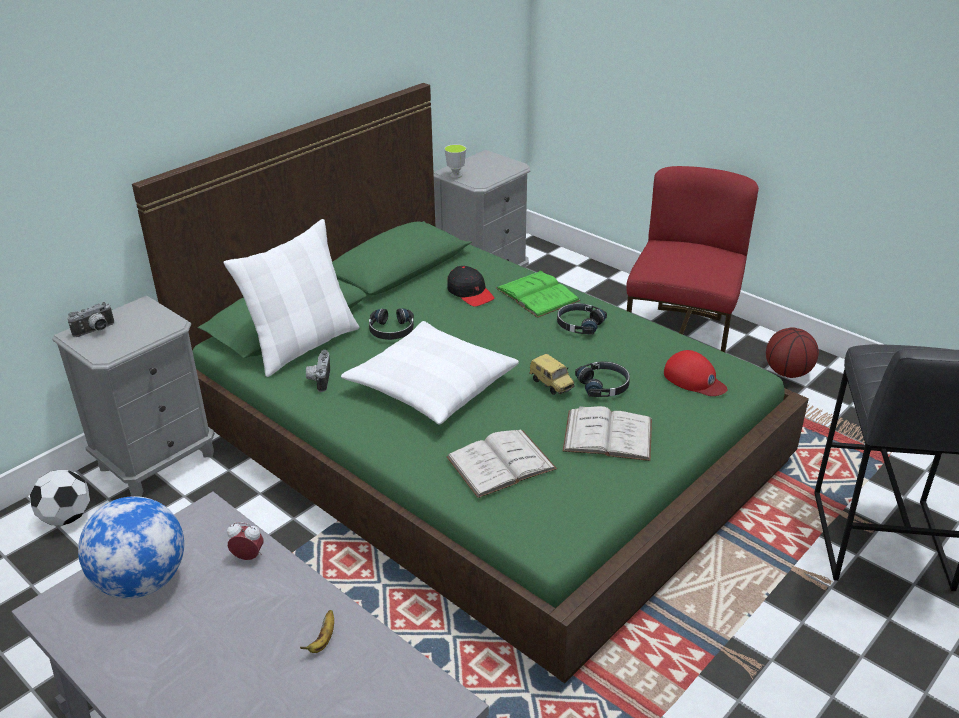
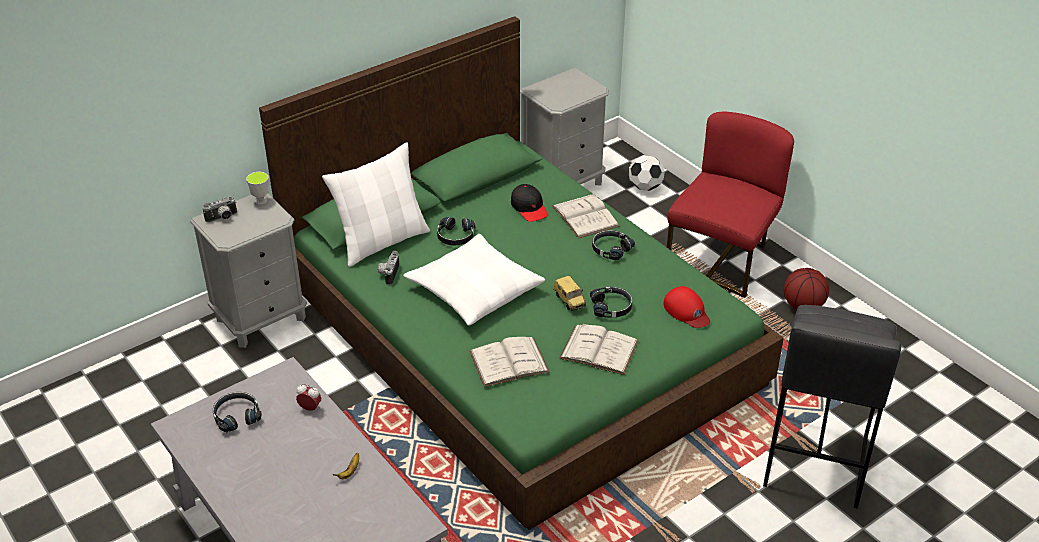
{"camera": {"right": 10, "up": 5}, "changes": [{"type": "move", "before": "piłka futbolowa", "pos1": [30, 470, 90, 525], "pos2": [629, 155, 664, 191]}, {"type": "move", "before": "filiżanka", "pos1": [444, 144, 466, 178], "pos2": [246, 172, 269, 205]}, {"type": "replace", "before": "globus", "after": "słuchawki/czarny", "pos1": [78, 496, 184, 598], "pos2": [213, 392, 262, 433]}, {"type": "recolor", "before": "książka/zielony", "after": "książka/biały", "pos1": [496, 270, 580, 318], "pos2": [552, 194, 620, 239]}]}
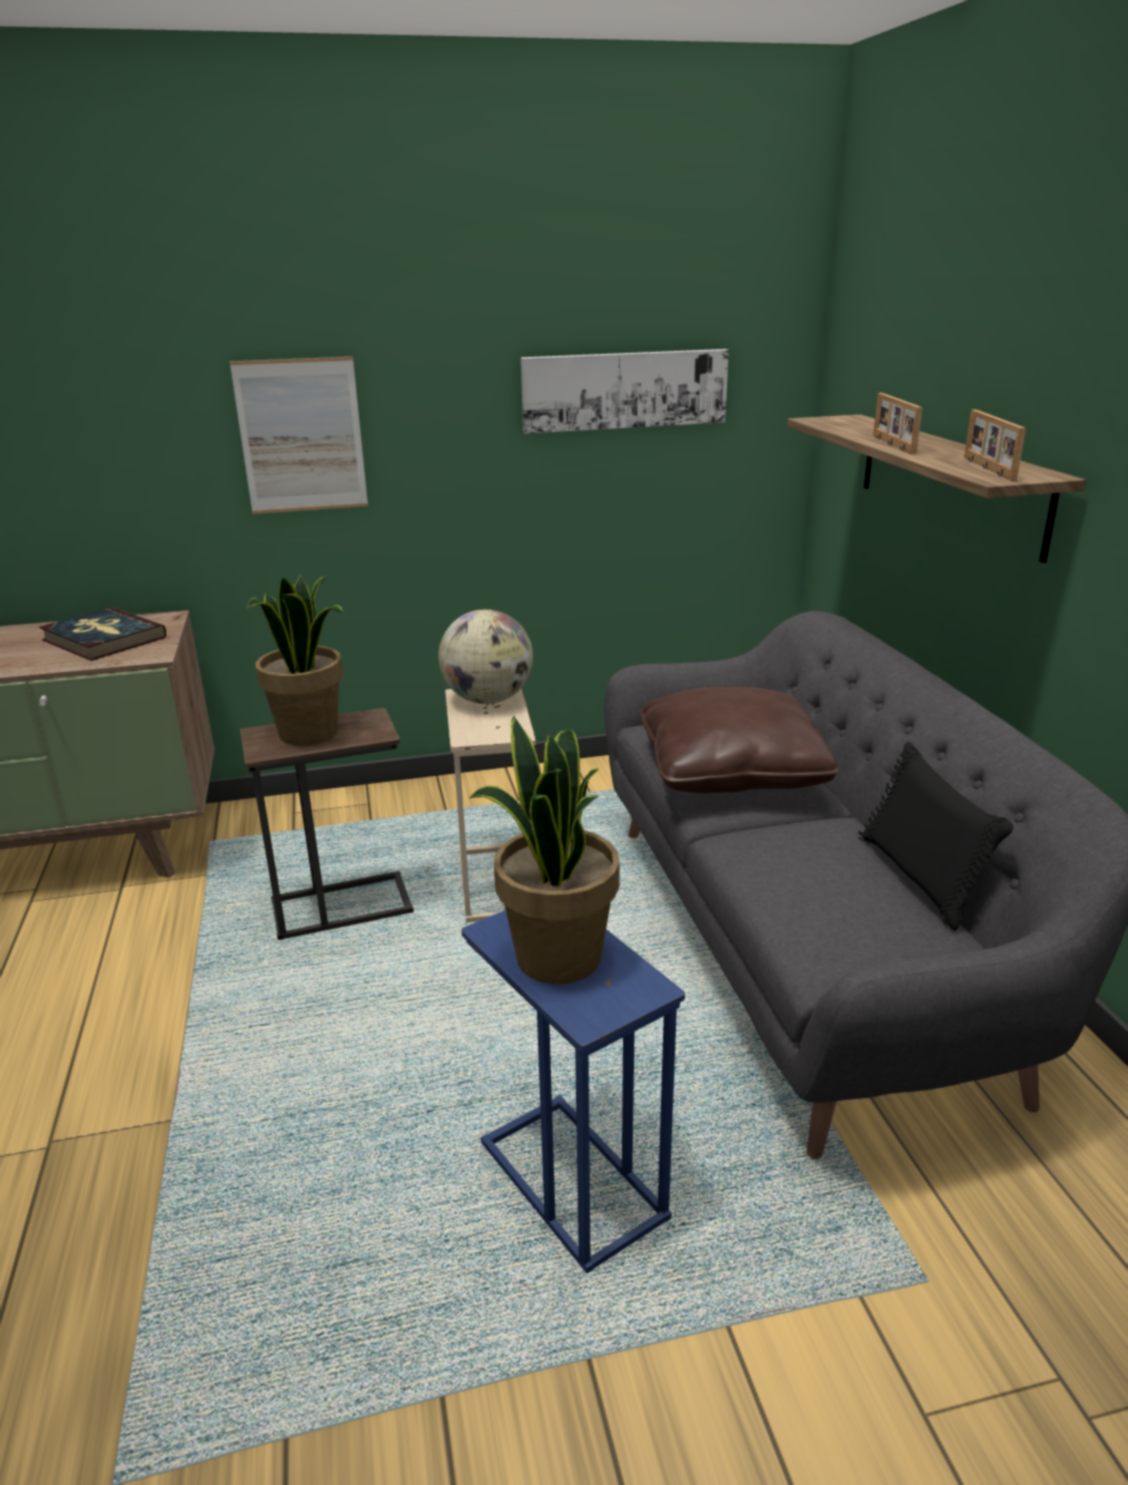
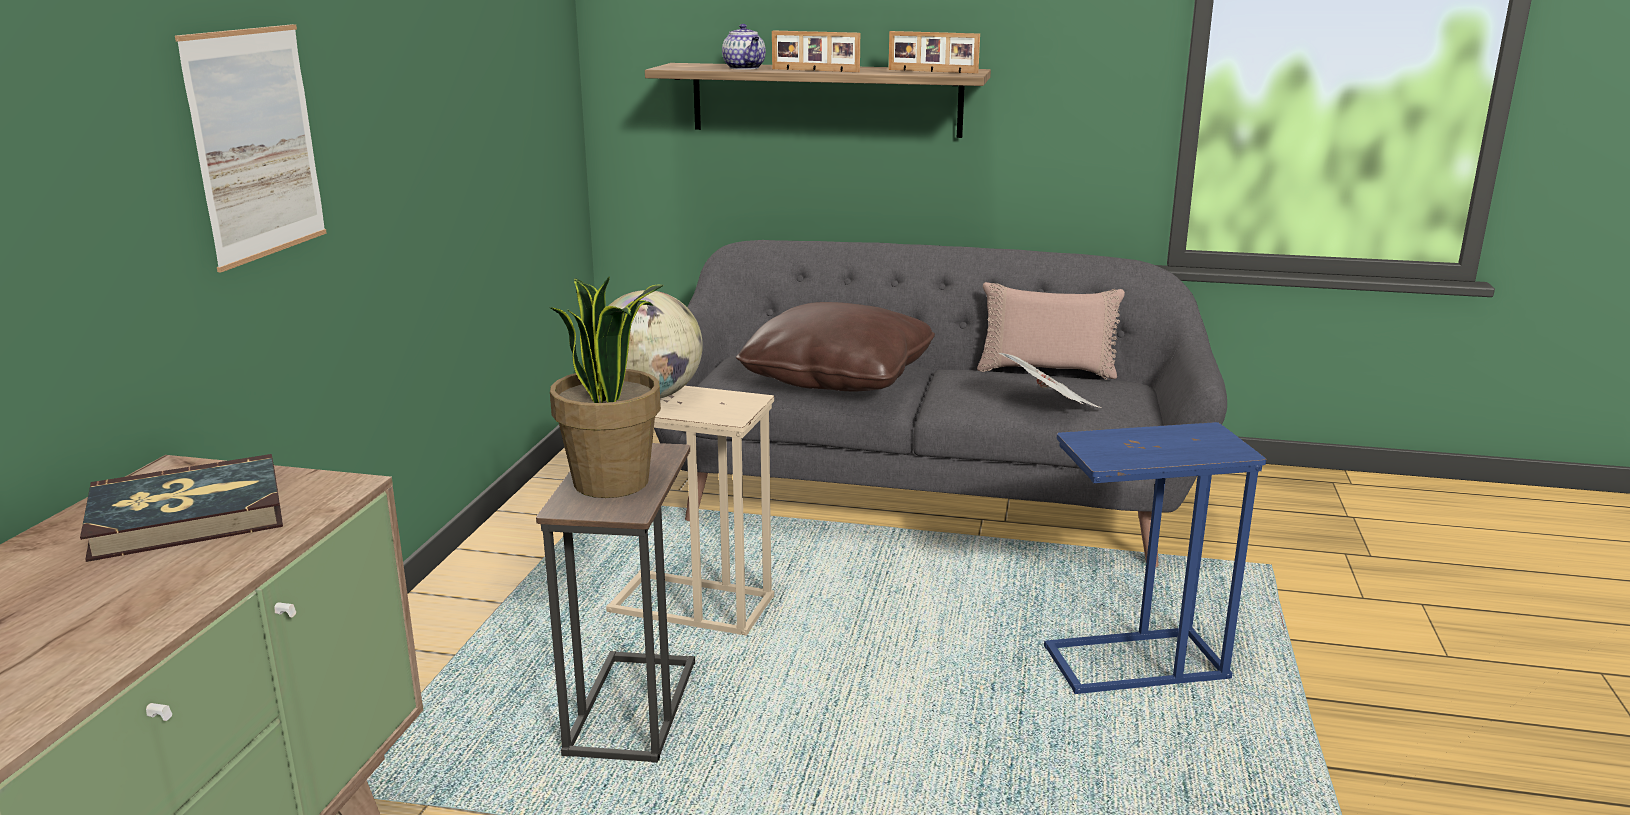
{"camera": {"right": -65, "up": -5}, "changes": [{"type": "delete", "before": "roślina doniczkowa", "pos1": [470, 716, 620, 984]}, {"type": "delete", "before": "obraz", "pos1": [521, 349, 729, 434]}, {"type": "insert", "after": "imbryk", "pos2": [722, 24, 766, 70]}, {"type": "insert", "after": "gazeta", "pos2": [998, 353, 1102, 408]}, {"type": "recolor", "before": "poduszka/czarny", "after": "poduszka/beżowy", "pos1": [858, 742, 1014, 930], "pos2": [977, 282, 1125, 380]}]}
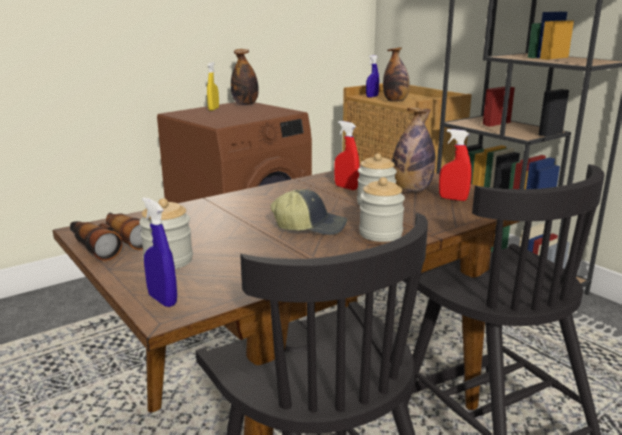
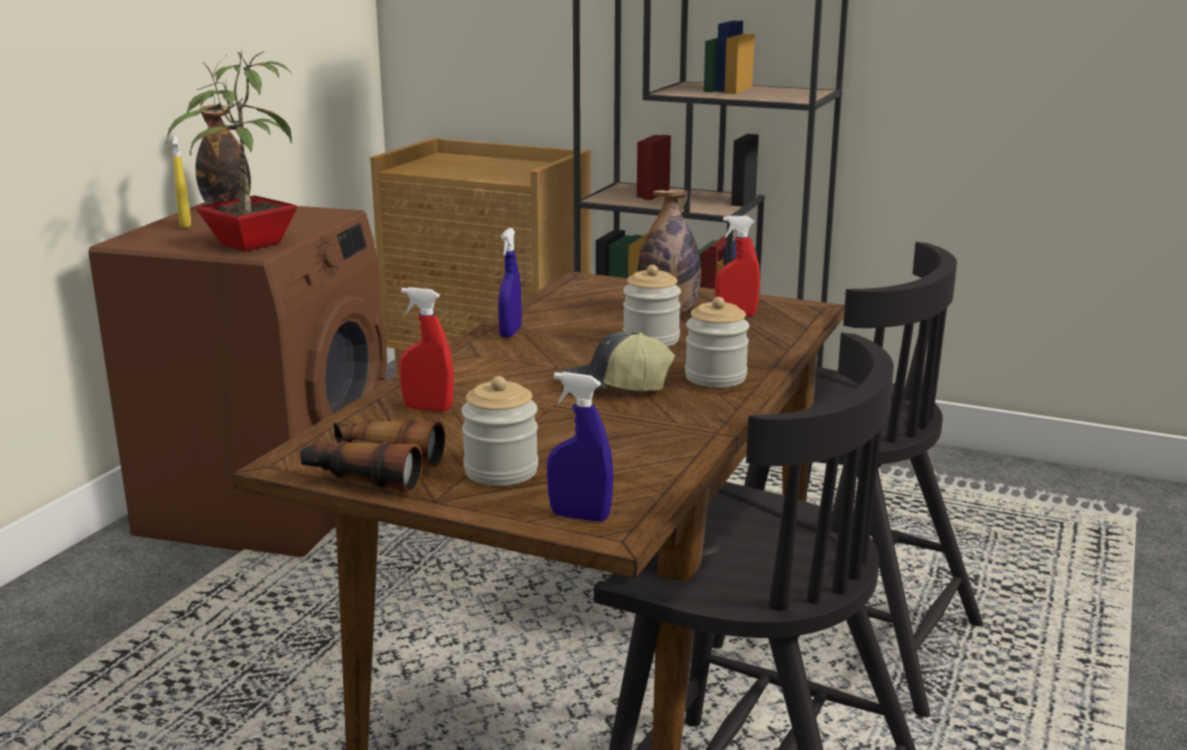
{"camera": {"right": -30, "up": 0}, "changes": [{"type": "delete", "before": "butelka", "pos1": [383, 47, 410, 102]}, {"type": "insert", "after": "roślina doniczkowa", "pos2": [166, 51, 297, 251]}, {"type": "move", "before": "spryskiwacz/czerwony", "pos1": [334, 121, 359, 190], "pos2": [399, 287, 454, 411]}, {"type": "move", "before": "spryskiwacz/niebieski", "pos1": [366, 55, 379, 97], "pos2": [498, 228, 522, 337]}, {"type": "rotate", "before": "czapka z daszkiem", "pos1": [270, 189, 347, 235], "pos2": [561, 331, 675, 391], "turn": -150}]}
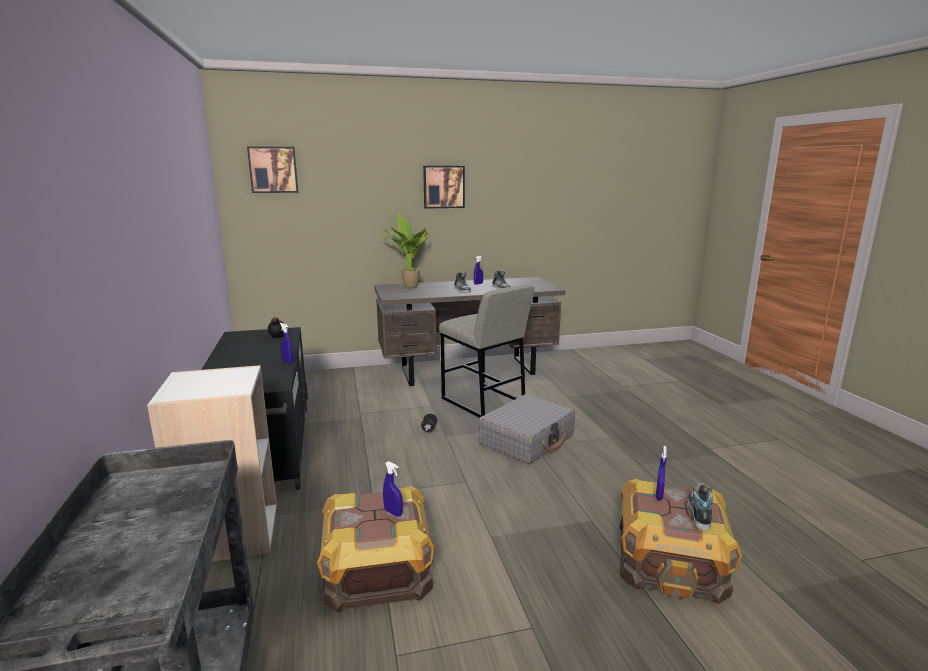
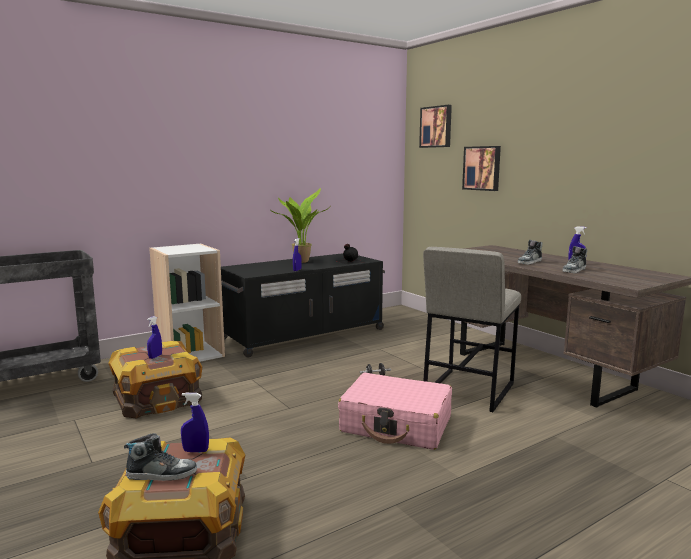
{"camera": {"right": 70, "up": -5}, "changes": [{"type": "move", "before": "roślina doniczkowa", "pos1": [379, 214, 430, 288], "pos2": [272, 188, 329, 263]}, {"type": "move", "before": "obraz", "pos1": [423, 166, 465, 209], "pos2": [462, 146, 501, 191]}, {"type": "recolor", "before": "walizka/szary", "after": "walizka/różowy", "pos1": [478, 394, 575, 464], "pos2": [338, 373, 452, 450]}]}
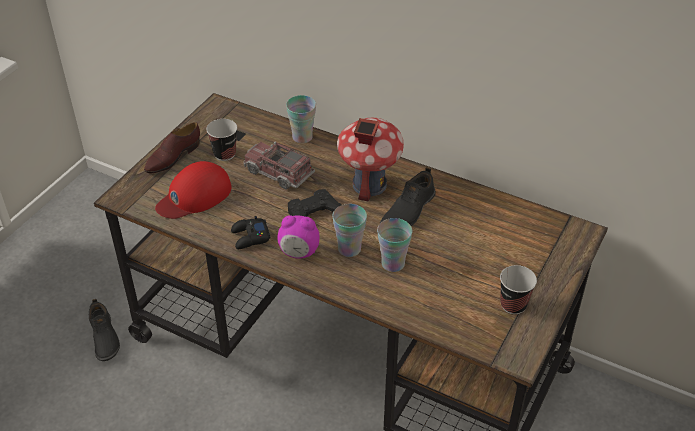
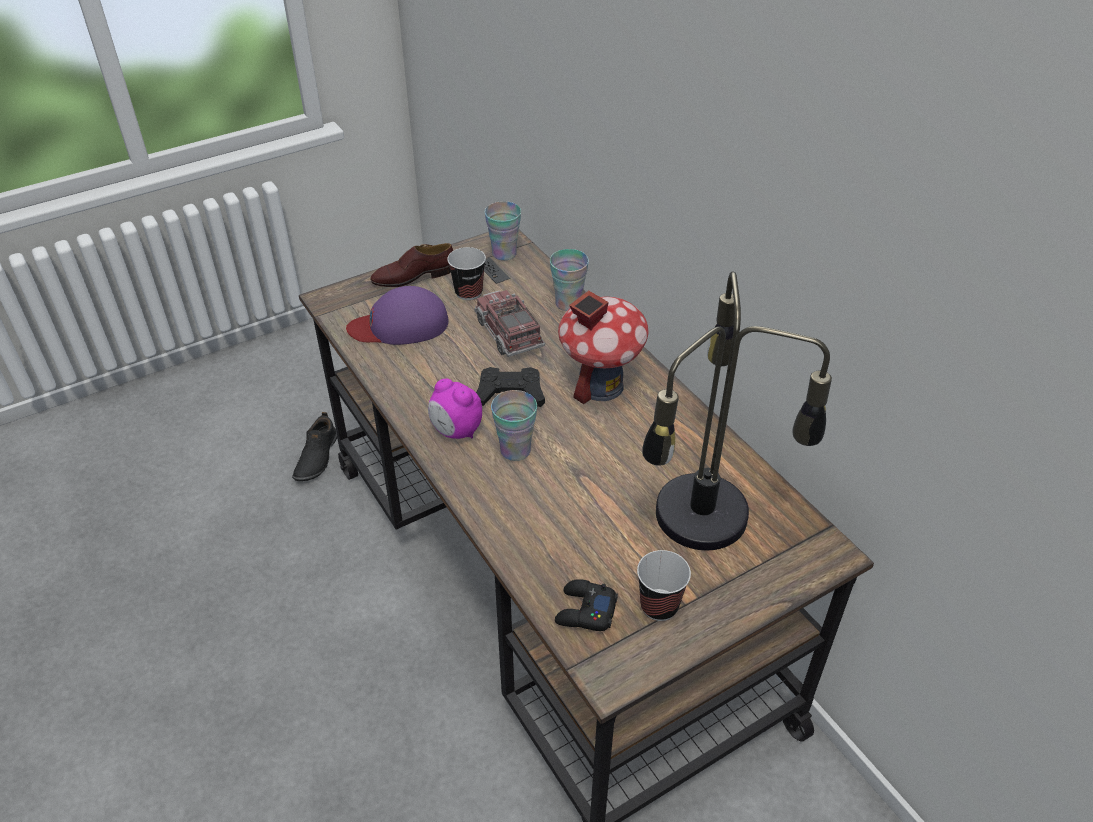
{"camera": {"right": 30, "up": 0}, "changes": [{"type": "delete", "before": "but/czarny", "pos1": [380, 167, 436, 226]}, {"type": "insert", "after": "lampa stołowa", "pos2": [642, 272, 832, 550]}, {"type": "move", "before": "pad do gier/czarny", "pos1": [231, 216, 271, 249], "pos2": [555, 579, 618, 631]}, {"type": "move", "before": "filiżanka", "pos1": [377, 218, 412, 272], "pos2": [485, 201, 521, 261]}, {"type": "recolor", "before": "czapka z daszkiem/czerwony", "after": "czapka z daszkiem/fioletowy", "pos1": [155, 161, 232, 219], "pos2": [346, 286, 449, 345]}]}
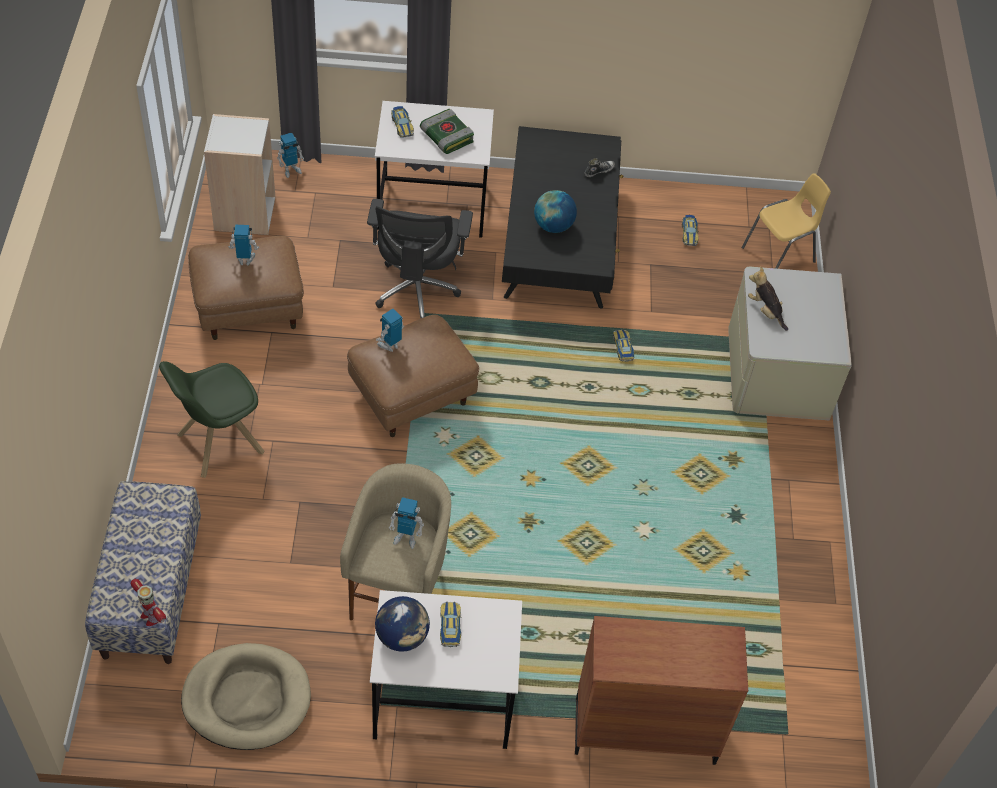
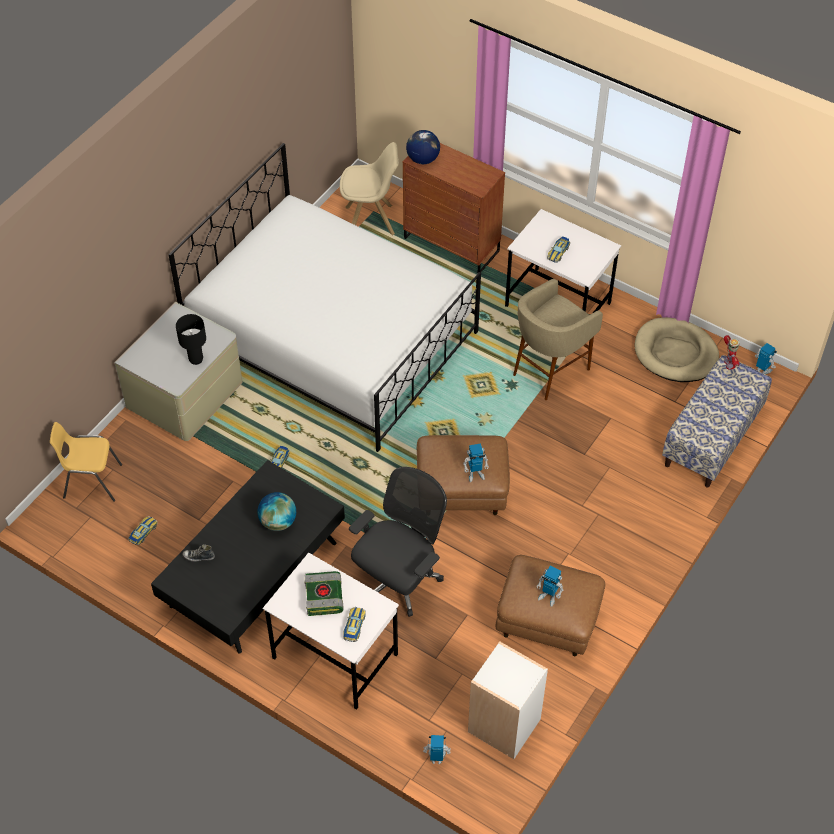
{"camera": {"right": -145, "up": 0}, "changes": [{"type": "delete", "before": "krzesło/zielony", "pos1": [159, 361, 264, 478]}, {"type": "insert", "after": "łóżko/biały", "pos2": [168, 143, 481, 452]}, {"type": "insert", "after": "krzesło/beżowy", "pos2": [340, 142, 399, 235]}, {"type": "move", "before": "globus", "pos1": [375, 596, 430, 652], "pos2": [406, 130, 440, 164]}, {"type": "move", "before": "robot zabawkowy", "pos1": [389, 497, 424, 549], "pos2": [755, 343, 777, 374]}, {"type": "replace", "before": "pluszak", "after": "lampa stołowa/czarny", "pos1": [748, 266, 788, 331], "pos2": [176, 314, 206, 365]}]}
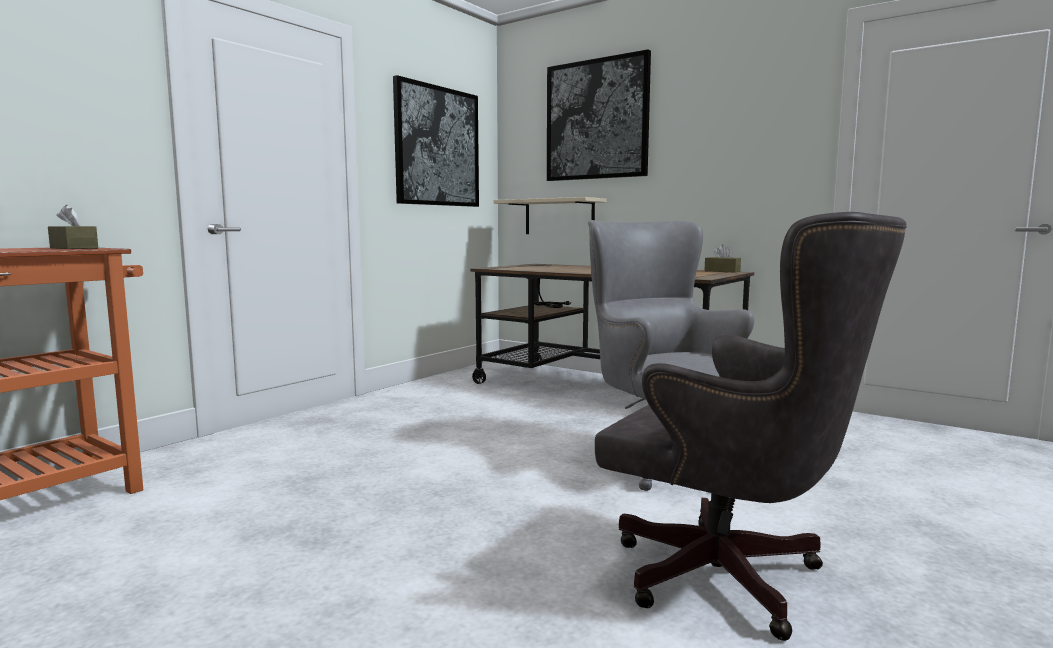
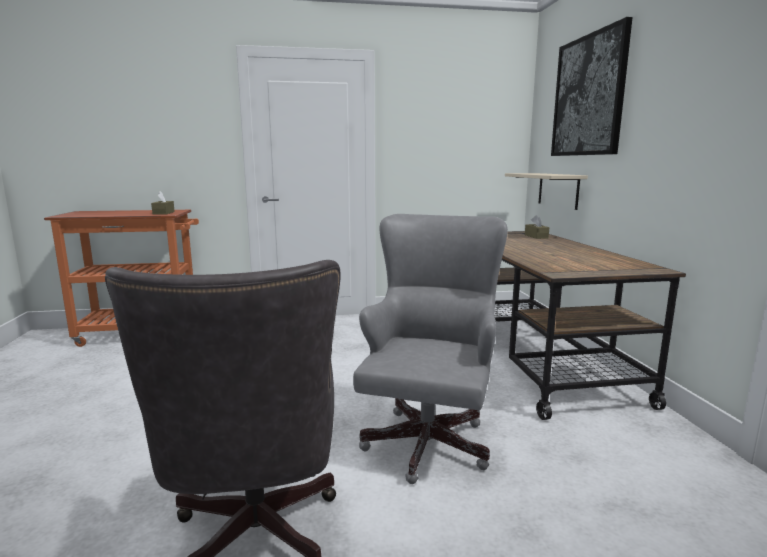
{"camera": {"right": 45, "up": 5}, "changes": [{"type": "delete", "before": "obraz", "pos1": [393, 75, 479, 207]}, {"type": "move", "before": "pudełko chusteczek/brązowy", "pos1": [704, 244, 741, 273], "pos2": [525, 215, 549, 239]}]}
